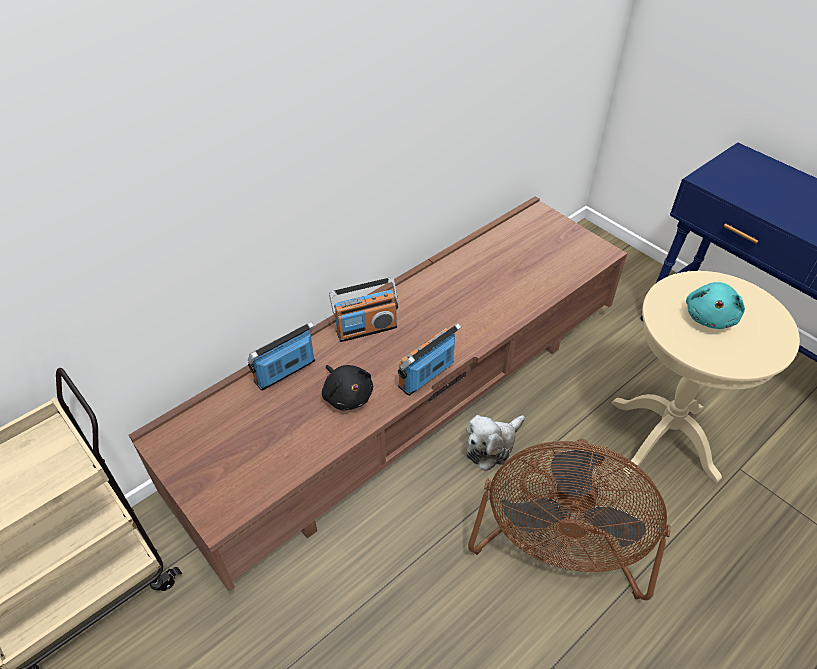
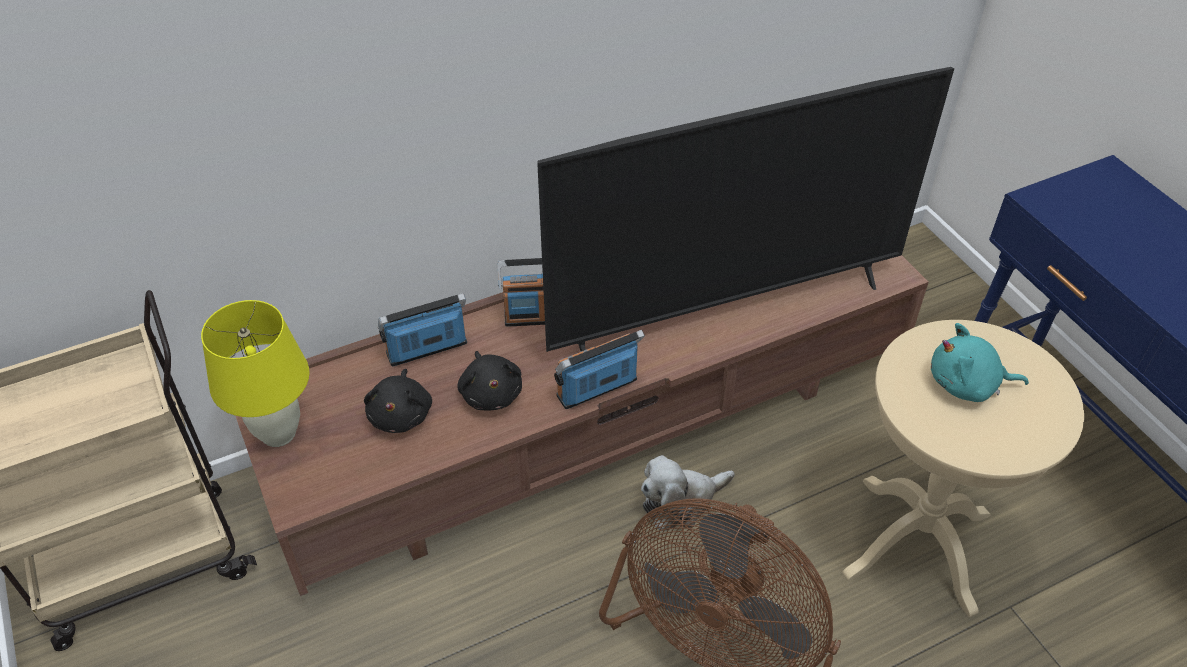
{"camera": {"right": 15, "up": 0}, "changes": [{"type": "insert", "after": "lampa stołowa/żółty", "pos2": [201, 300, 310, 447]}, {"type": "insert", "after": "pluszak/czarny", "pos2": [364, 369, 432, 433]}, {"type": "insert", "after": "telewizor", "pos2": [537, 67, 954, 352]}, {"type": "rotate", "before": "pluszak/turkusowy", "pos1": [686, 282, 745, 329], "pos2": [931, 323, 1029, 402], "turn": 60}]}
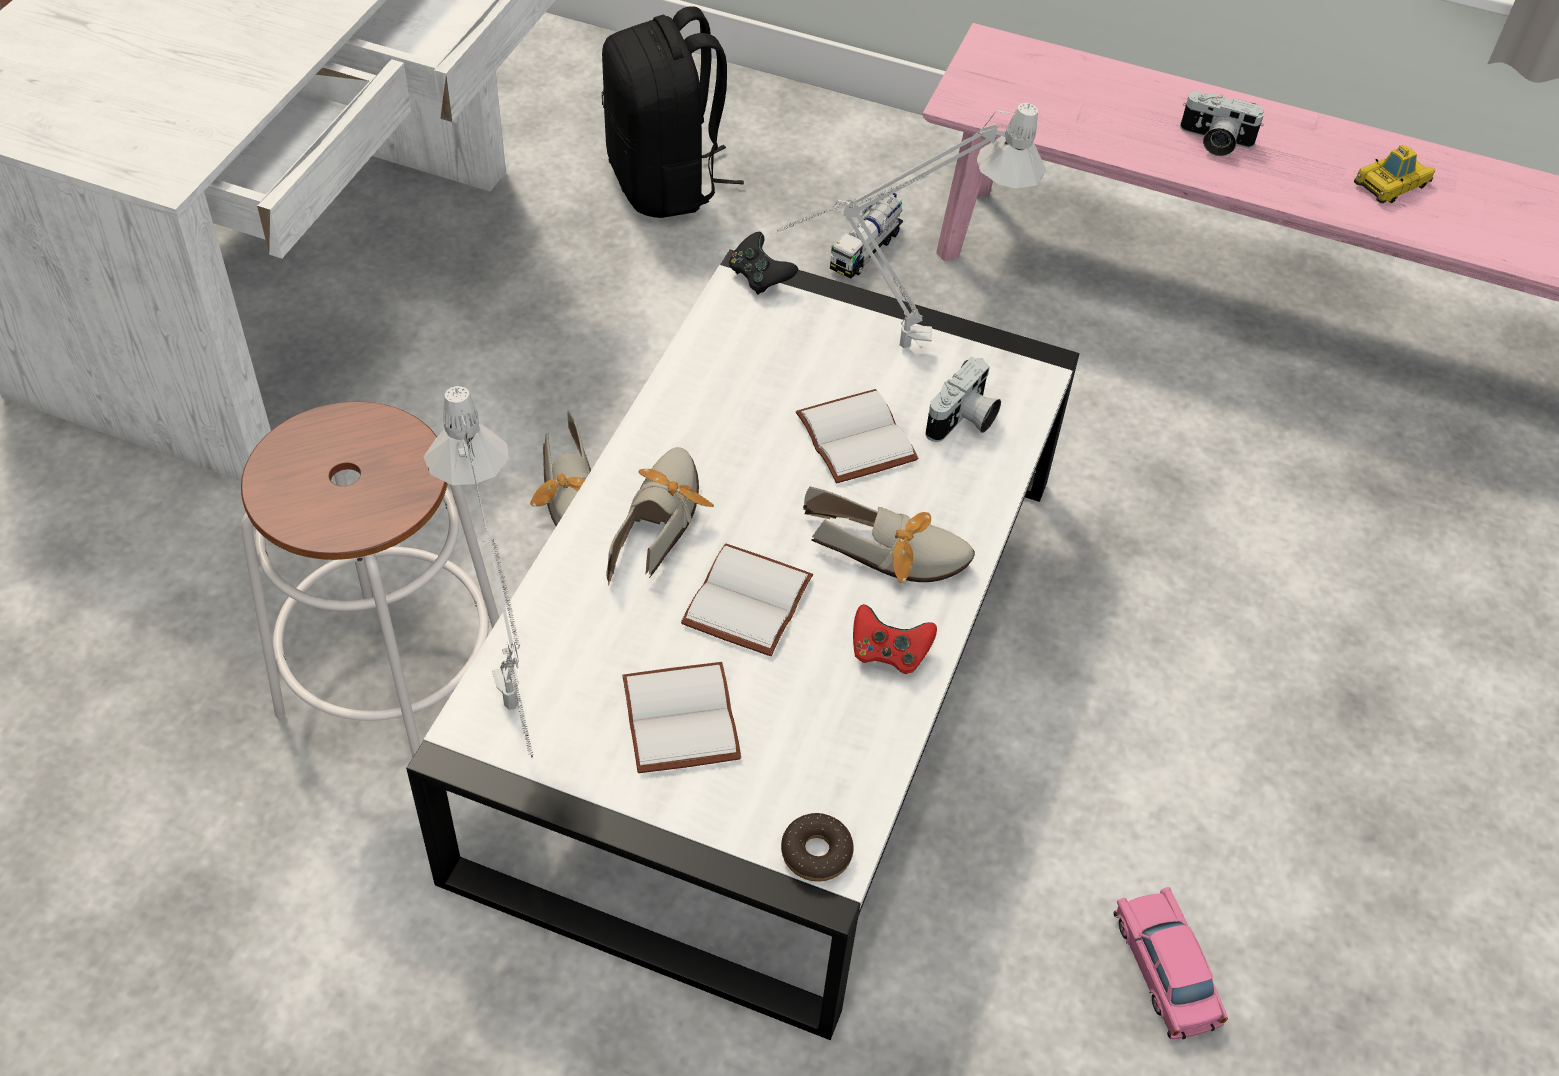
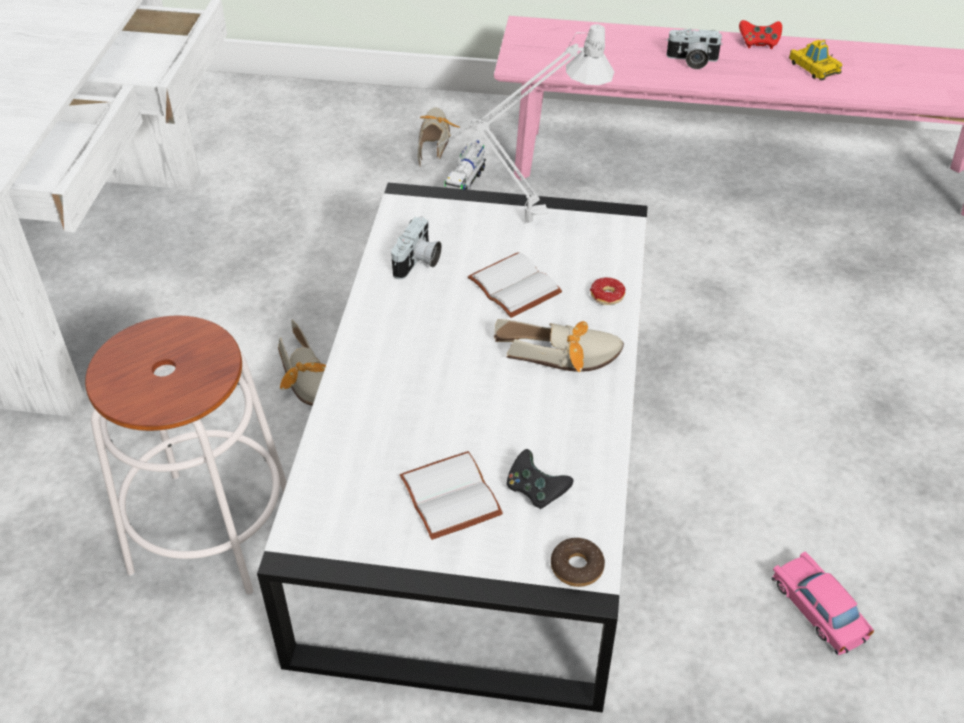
{"camera": {"right": -10, "up": -5}, "changes": [{"type": "delete", "before": "lampa stołowa/szary", "pos1": [424, 386, 534, 758]}, {"type": "delete", "before": "plecak/czarny", "pos1": [601, 7, 744, 218]}, {"type": "delete", "before": "książka/biały", "pos1": [681, 543, 813, 656]}, {"type": "insert", "after": "donut", "pos2": [590, 277, 625, 305]}, {"type": "move", "before": "but", "pos1": [606, 447, 714, 586], "pos2": [418, 107, 460, 167]}, {"type": "move", "before": "pad do gier/czarny", "pos1": [729, 232, 798, 295], "pos2": [506, 449, 573, 509]}, {"type": "move", "before": "pad do gier/czerwony", "pos1": [853, 604, 937, 674], "pos2": [739, 20, 782, 49]}, {"type": "move", "before": "aparat fotograficzny", "pos1": [925, 357, 1001, 442], "pos2": [391, 217, 442, 280]}, {"type": "rotate", "before": "samochodzik", "pos1": [1354, 145, 1435, 203], "pos2": [789, 40, 842, 80], "turn": -75}]}
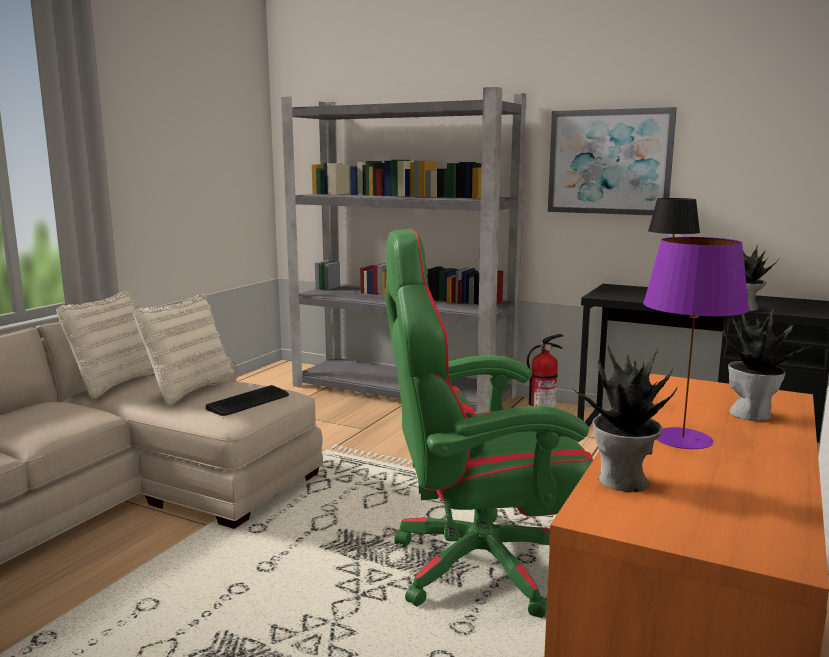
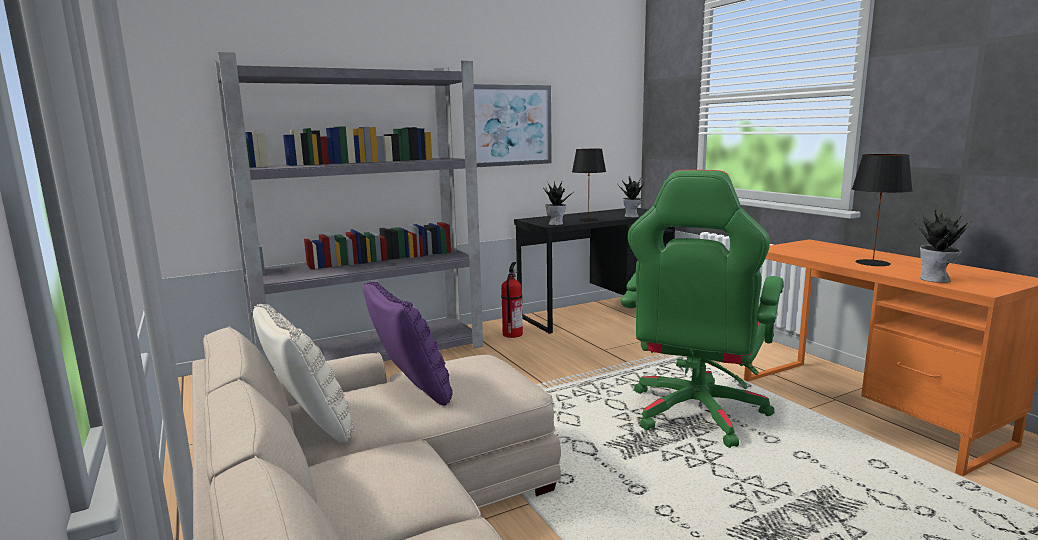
{"camera": {"right": -55, "up": 0}, "changes": [{"type": "delete", "before": "klawiatura", "pos1": [206, 385, 289, 416]}, {"type": "move", "before": "roślina doniczkowa", "pos1": [723, 310, 811, 421], "pos2": [543, 181, 572, 225]}, {"type": "recolor", "before": "poduszka/beżowy", "after": "poduszka/fioletowy", "pos1": [133, 294, 234, 405], "pos2": [363, 281, 453, 406]}, {"type": "recolor", "before": "lampa stołowa/fioletowy", "after": "lampa stołowa/czarny", "pos1": [643, 237, 750, 449], "pos2": [852, 154, 913, 266]}]}
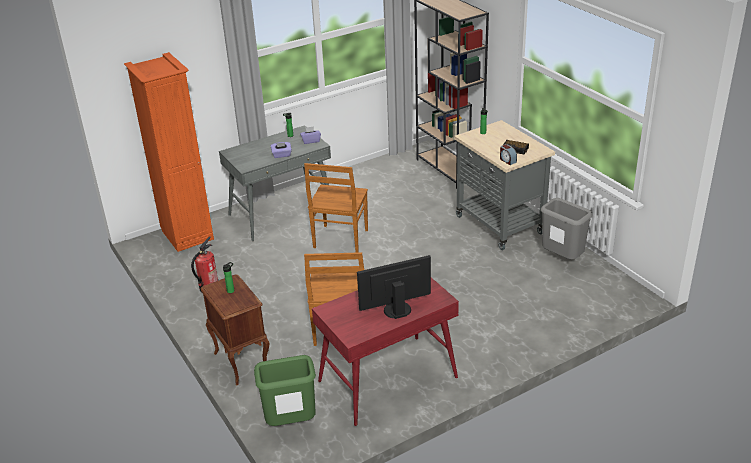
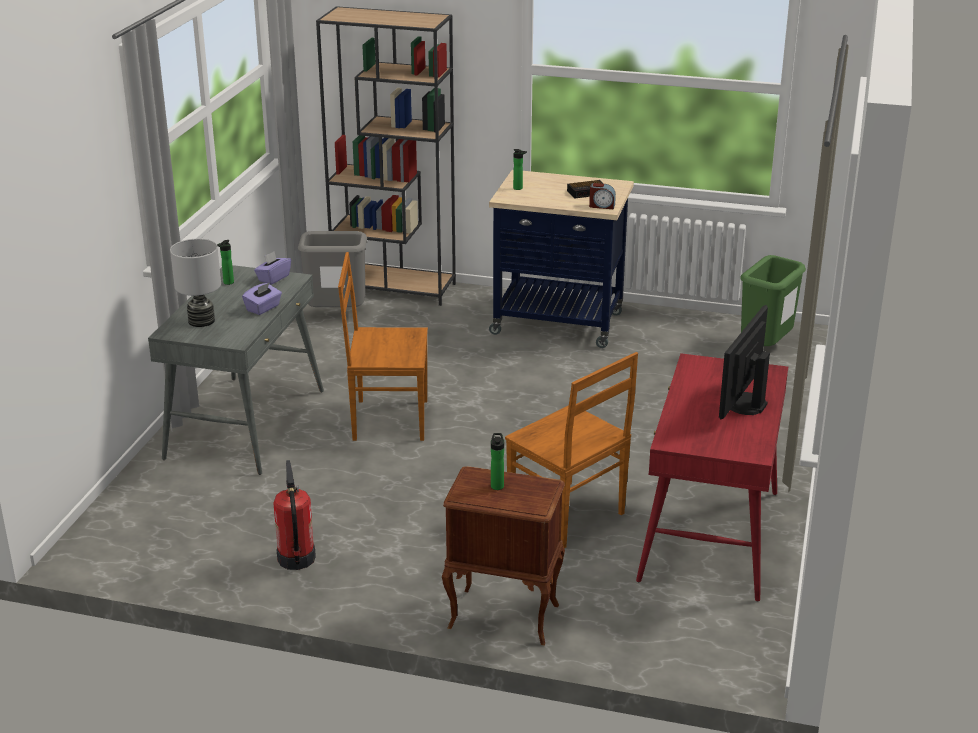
{"camera": {"right": -45, "up": -5}, "changes": [{"type": "delete", "before": "szafka/pomarańczowy", "pos1": [124, 52, 214, 252]}, {"type": "insert", "after": "lampa stołowa/szary", "pos2": [170, 239, 221, 327]}, {"type": "move", "before": "kosz na śmieci/zielony", "pos1": [254, 355, 316, 426], "pos2": [740, 255, 806, 346]}, {"type": "move", "before": "kosz na śmieci/szary", "pos1": [541, 198, 593, 259], "pos2": [298, 231, 368, 307]}, {"type": "recolor", "before": "wózek/szary", "after": "wózek/niebieski", "pos1": [454, 120, 555, 250], "pos2": [489, 170, 634, 348]}, {"type": "rotate", "before": "krzesło/brązowy", "pos1": [304, 163, 368, 253], "pos2": [338, 252, 428, 441], "turn": 120}]}
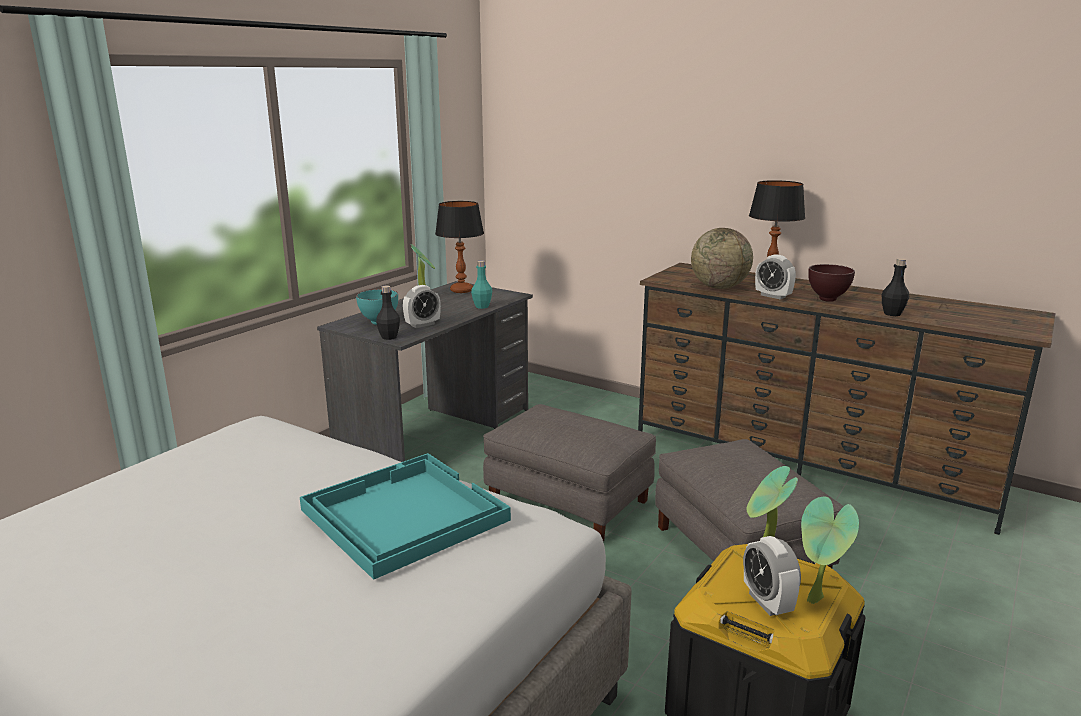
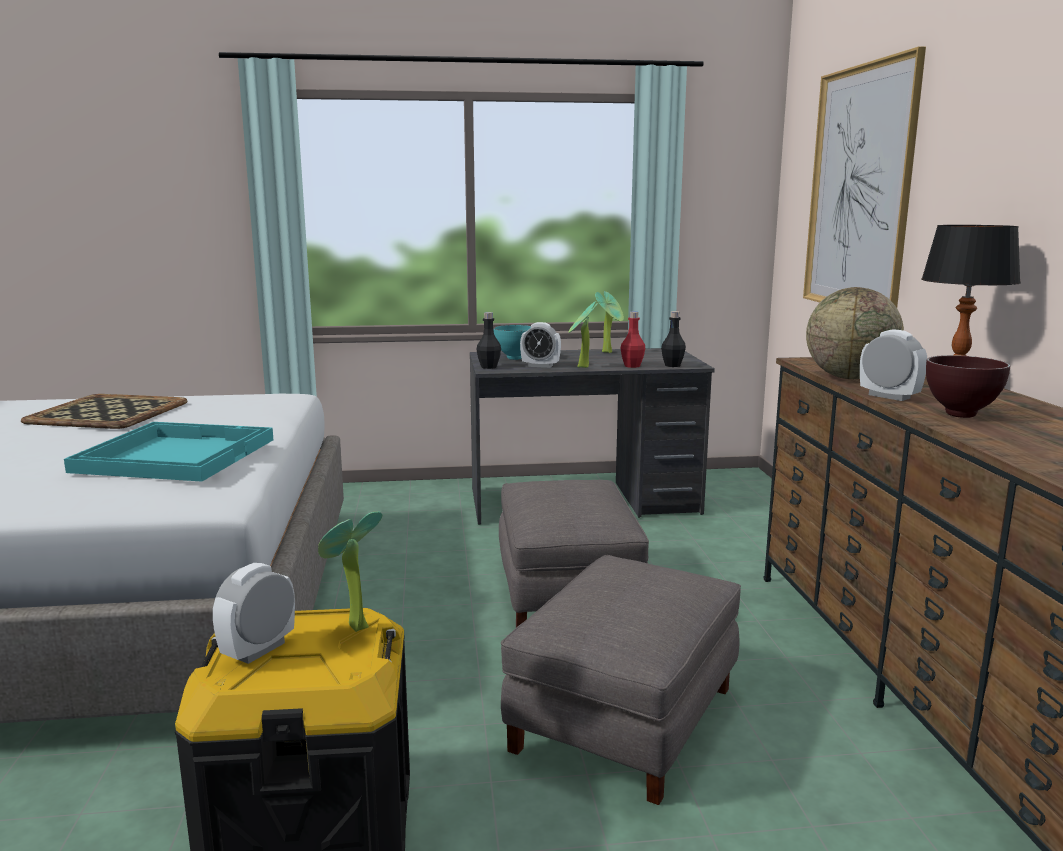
{"camera": {"right": 50, "up": -5}, "changes": [{"type": "delete", "before": "lampa stołowa", "pos1": [435, 201, 484, 293]}, {"type": "insert", "after": "taca", "pos2": [21, 394, 187, 429]}, {"type": "insert", "after": "obraz", "pos2": [803, 47, 926, 308]}, {"type": "move", "before": "roślina doniczkowa", "pos1": [801, 497, 859, 604], "pos2": [569, 301, 598, 368]}, {"type": "move", "before": "butelka/czarny", "pos1": [882, 258, 909, 316], "pos2": [661, 311, 686, 367]}, {"type": "recolor", "before": "butelka/turkusowy", "after": "butelka/czerwony", "pos1": [471, 260, 492, 309], "pos2": [621, 312, 645, 368]}, {"type": "rotate", "before": "budzik", "pos1": [755, 254, 796, 300], "pos2": [860, 329, 927, 401], "turn": 135}]}
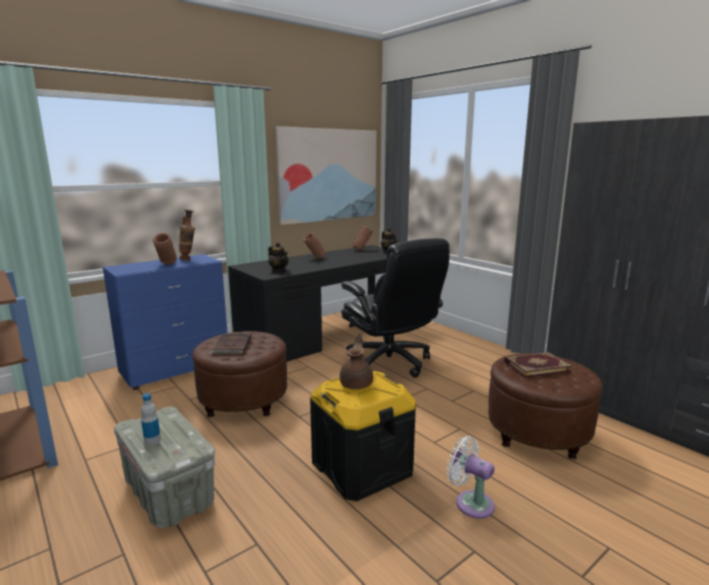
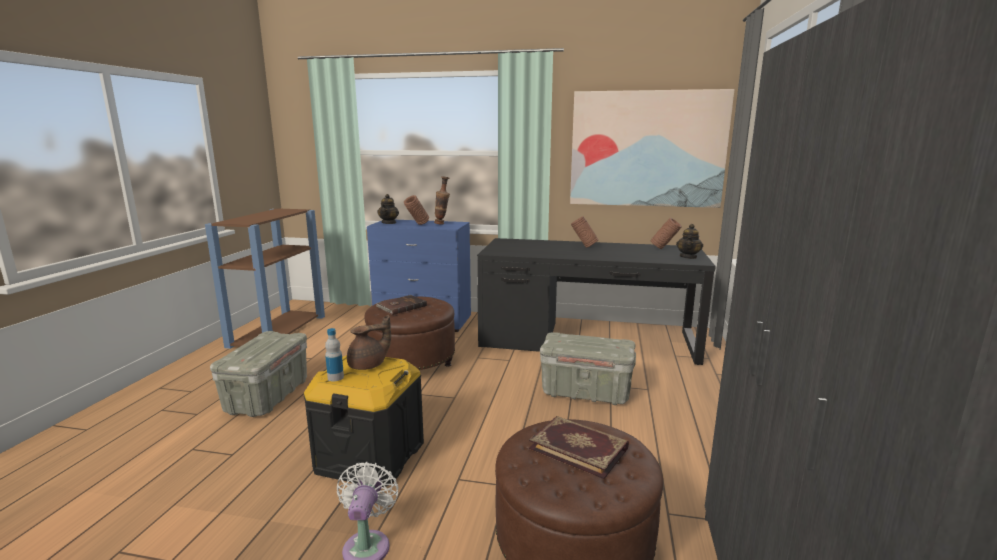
{"camera": {"right": 50, "up": 0}, "changes": [{"type": "move", "before": "butelka", "pos1": [141, 393, 161, 445], "pos2": [325, 328, 344, 381]}, {"type": "move", "before": "imbryk", "pos1": [268, 242, 289, 272], "pos2": [377, 194, 399, 224]}, {"type": "replace", "before": "krzesło biurowe/czarny", "after": "pojemnik do przechowywania/szary", "pos1": [341, 238, 449, 377], "pos2": [540, 332, 636, 405]}]}
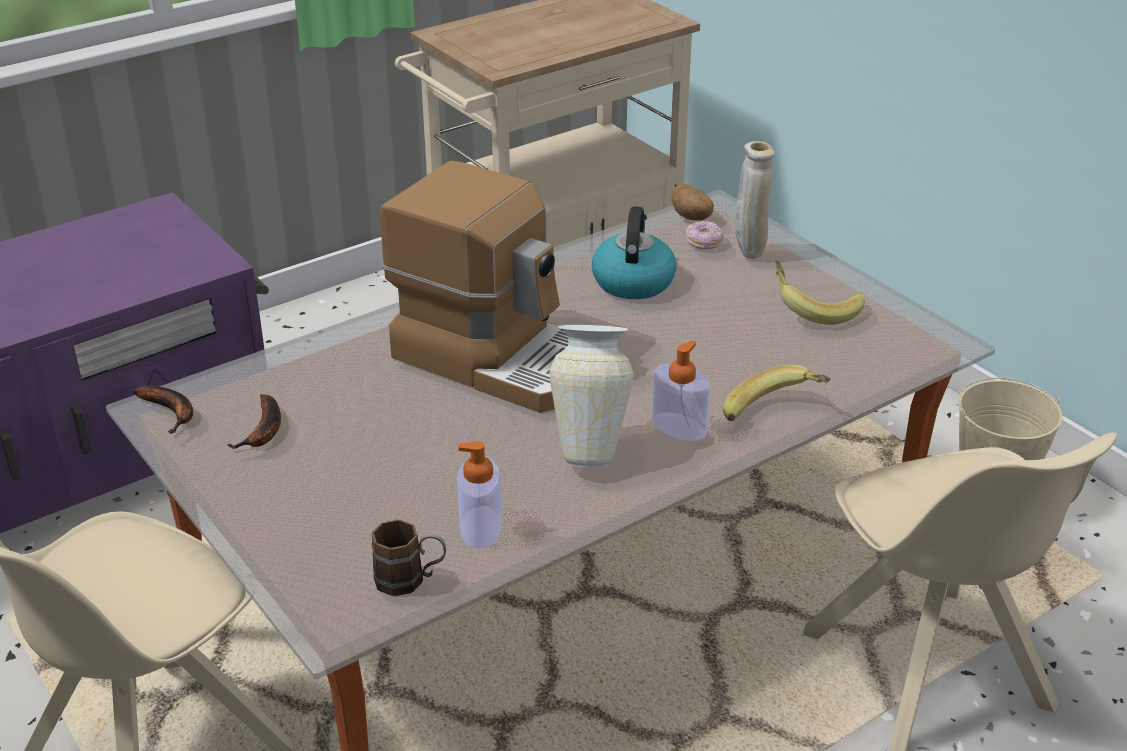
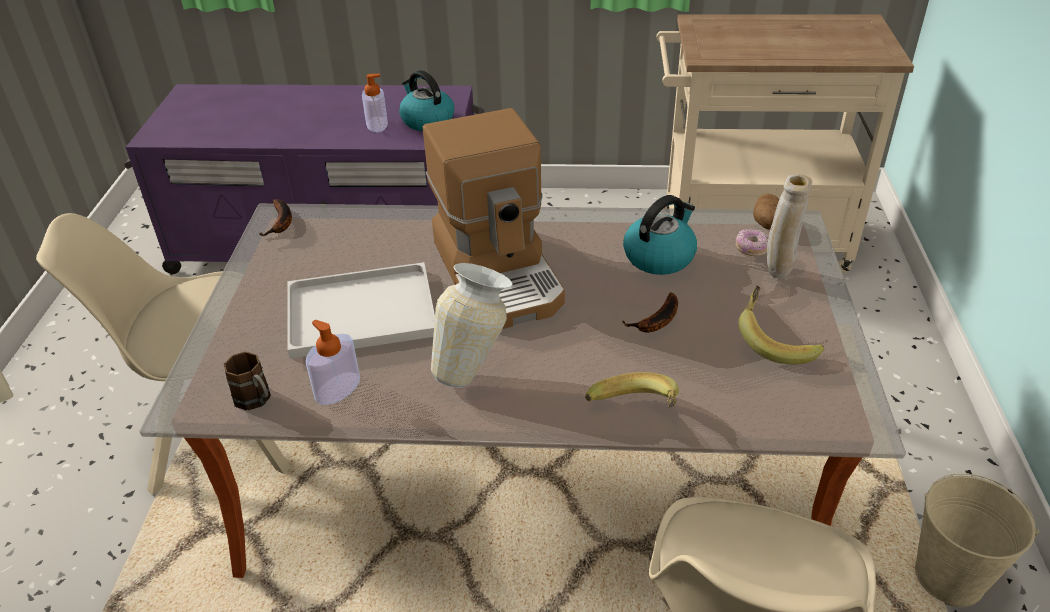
{"camera": {"right": 40, "up": 5}, "changes": [{"type": "insert", "after": "taca/biały", "pos2": [287, 262, 435, 359]}, {"type": "insert", "after": "czajnik", "pos2": [399, 70, 454, 131]}, {"type": "move", "before": "banan", "pos1": [227, 394, 281, 449], "pos2": [622, 293, 678, 332]}, {"type": "move", "before": "dozownik mydła", "pos1": [652, 341, 710, 441], "pos2": [362, 74, 388, 132]}]}
